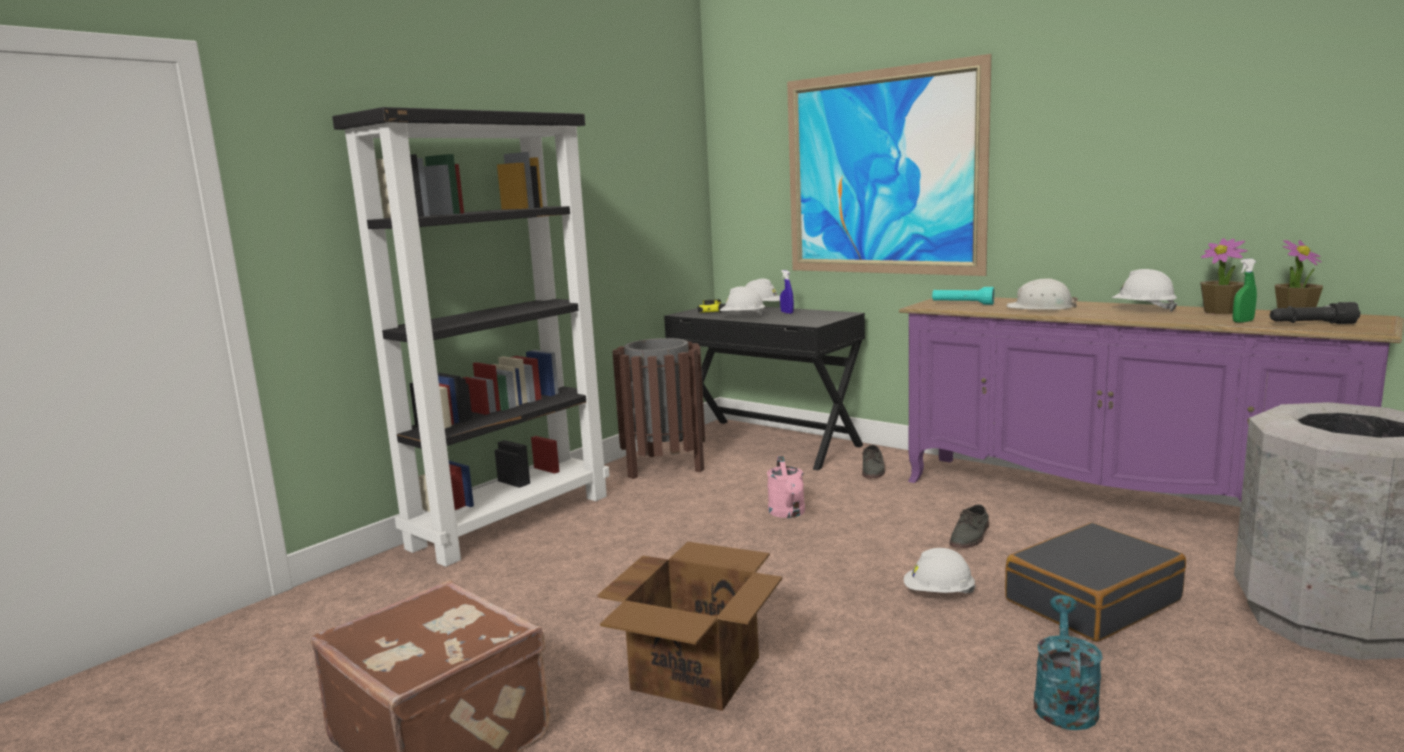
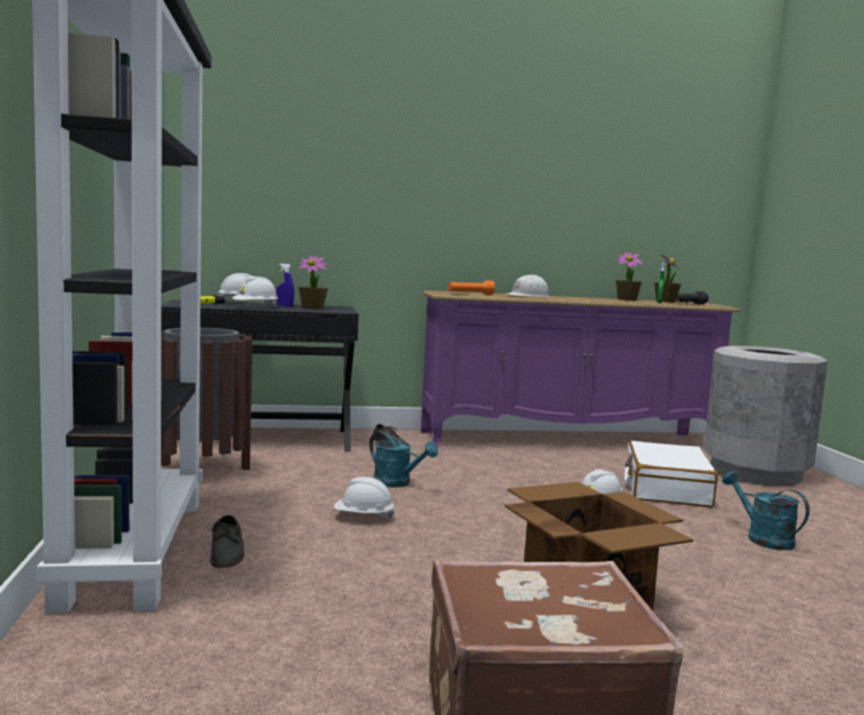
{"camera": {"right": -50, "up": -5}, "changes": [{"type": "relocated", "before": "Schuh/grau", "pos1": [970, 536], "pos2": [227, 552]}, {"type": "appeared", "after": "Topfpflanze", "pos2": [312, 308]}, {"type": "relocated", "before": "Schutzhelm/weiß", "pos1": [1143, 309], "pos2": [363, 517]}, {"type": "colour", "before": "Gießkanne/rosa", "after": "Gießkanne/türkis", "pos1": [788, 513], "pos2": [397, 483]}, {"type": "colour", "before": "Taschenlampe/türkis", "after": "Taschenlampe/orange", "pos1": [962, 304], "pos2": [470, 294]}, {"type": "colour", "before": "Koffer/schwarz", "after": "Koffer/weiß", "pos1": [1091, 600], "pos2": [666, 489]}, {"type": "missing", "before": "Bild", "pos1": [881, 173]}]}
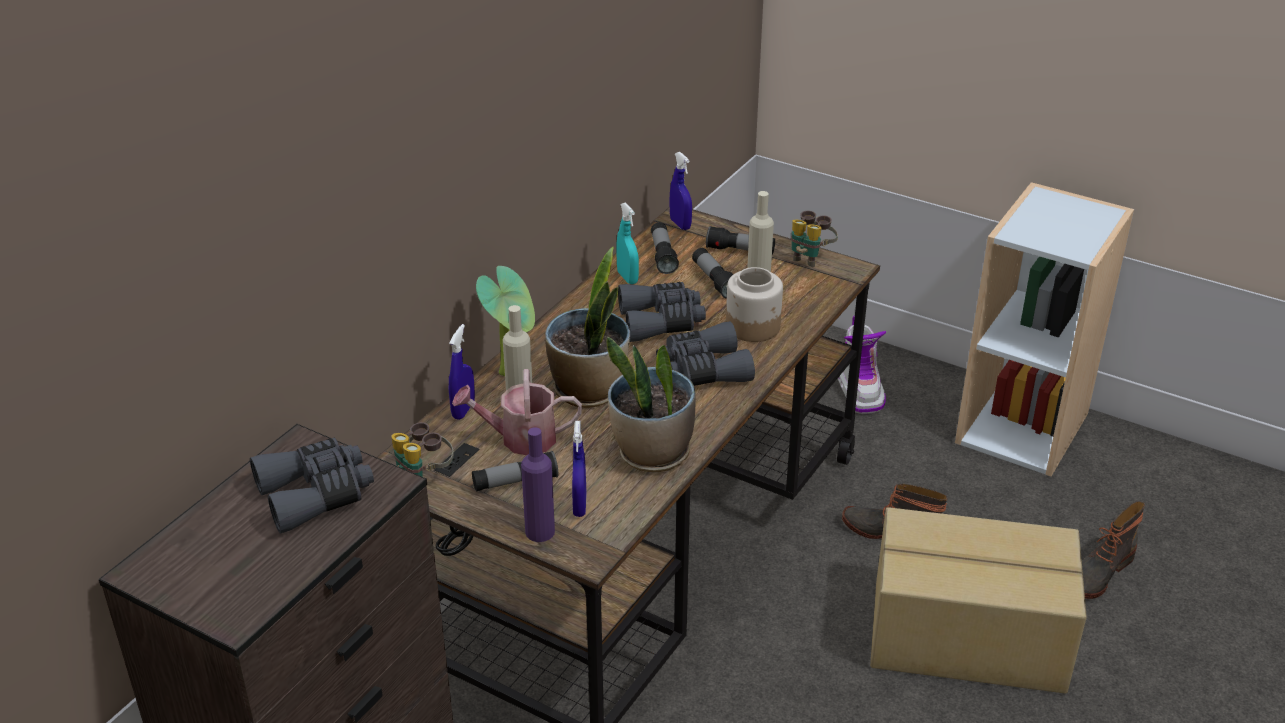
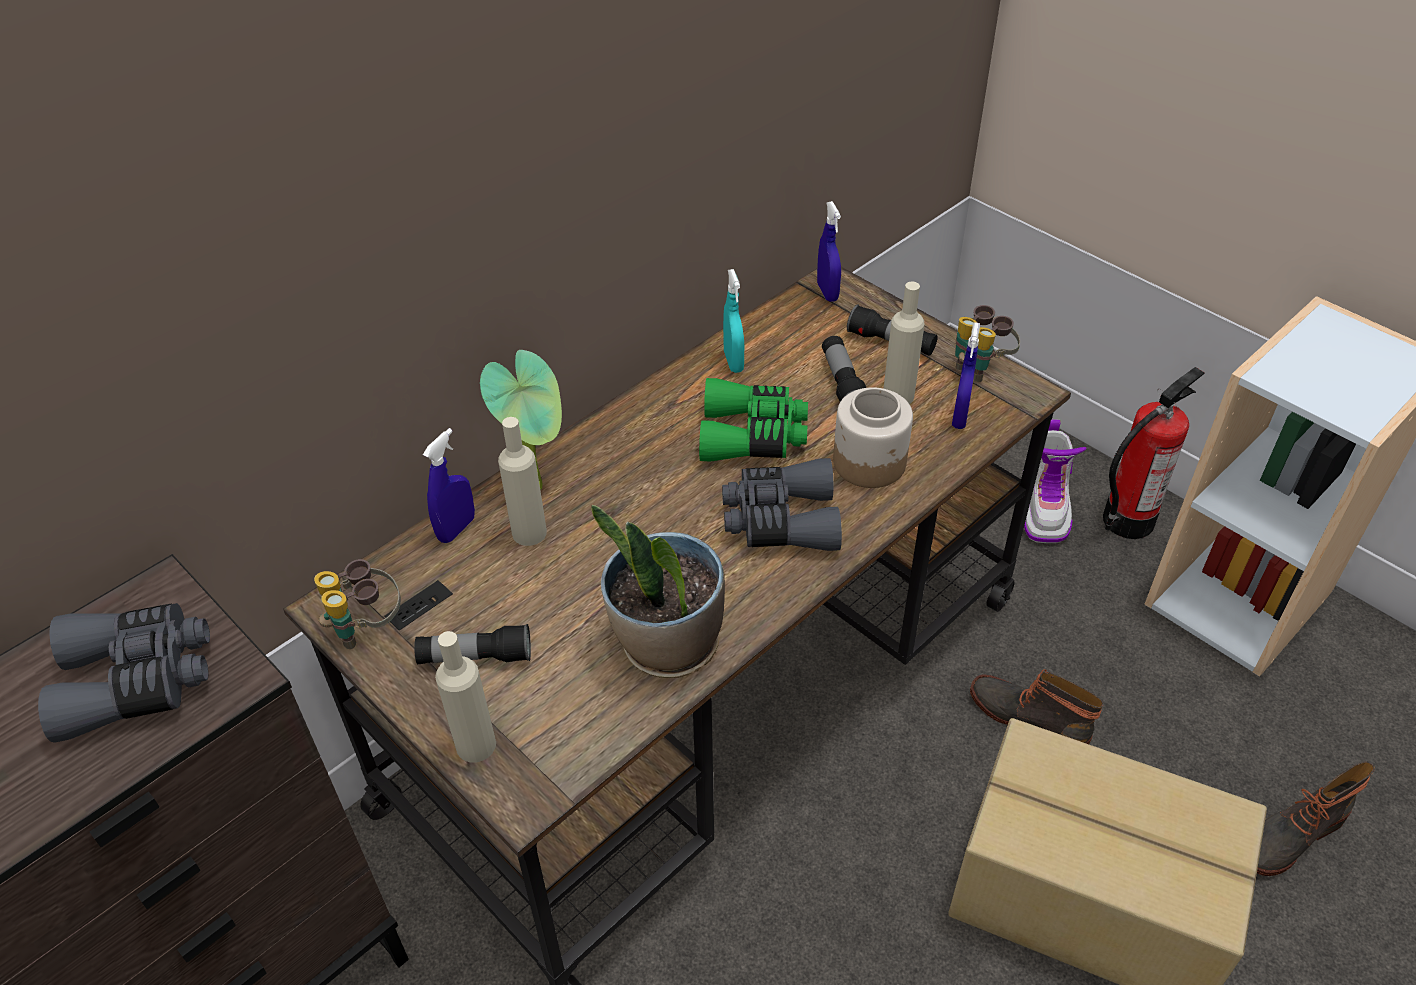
{"camera": {"right": 15, "up": 10}, "changes": [{"type": "colour", "before": "Flasche/lila", "after": "Flasche/beige", "pos1": [540, 531], "pos2": [476, 745]}, {"type": "colour", "before": "Fernglas/grau", "after": "Fernglas/grün", "pos1": [661, 321], "pos2": [753, 435]}, {"type": "relocated", "before": "Sprühflasche/blau", "pos1": [579, 506], "pos2": [960, 417]}, {"type": "appeared", "after": "Feuerlöscher", "pos2": [1127, 520]}, {"type": "missing", "before": "Gießkanne", "pos1": [520, 438]}, {"type": "missing", "before": "Topfpflanze", "pos1": [589, 390]}, {"type": "missing", "before": "Taschenlampe", "pos1": [663, 256]}]}
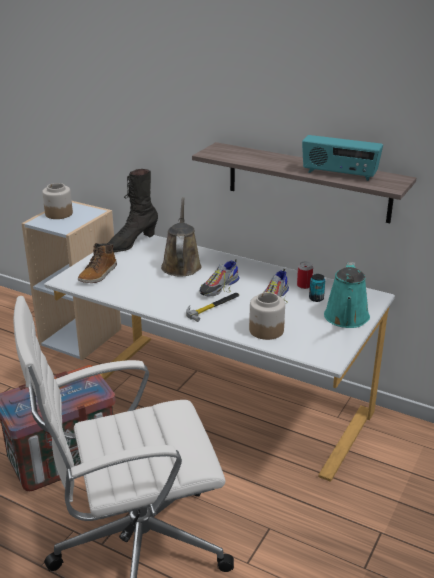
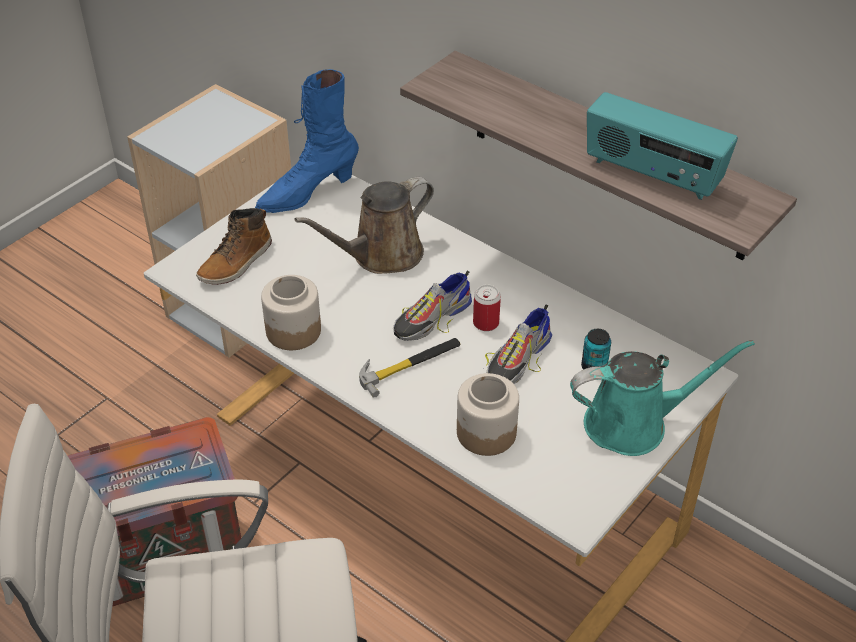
{"camera": {"right": 10, "up": 15}, "changes": [{"type": "colour", "before": "Stiefel/schwarz", "after": "Stiefel/blau", "pos1": [131, 243], "pos2": [307, 193]}, {"type": "relocated", "before": "Vorratsglas", "pos1": [58, 213], "pos2": [293, 330]}, {"type": "spun", "before": "Gießkanne/braun", "pos1": [181, 265], "pos2": [381, 255], "turn": -135}, {"type": "relocated", "before": "Dose", "pos1": [304, 285], "pos2": [486, 323]}, {"type": "spun", "before": "Gießkanne/türkis", "pos1": [346, 319], "pos2": [634, 424], "turn": -120}]}
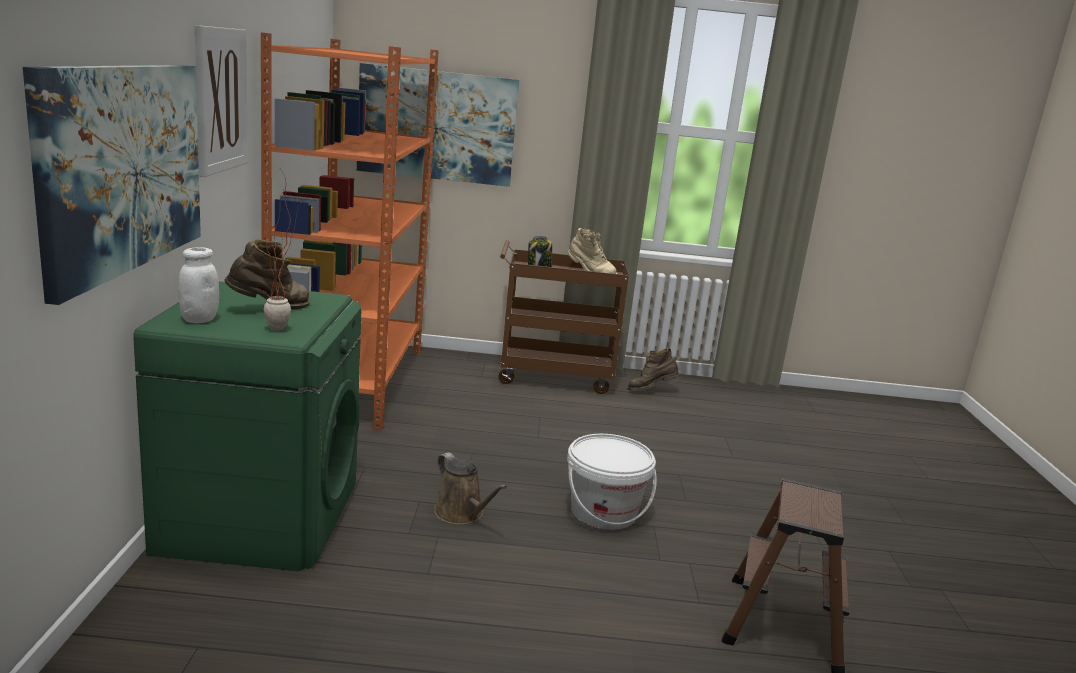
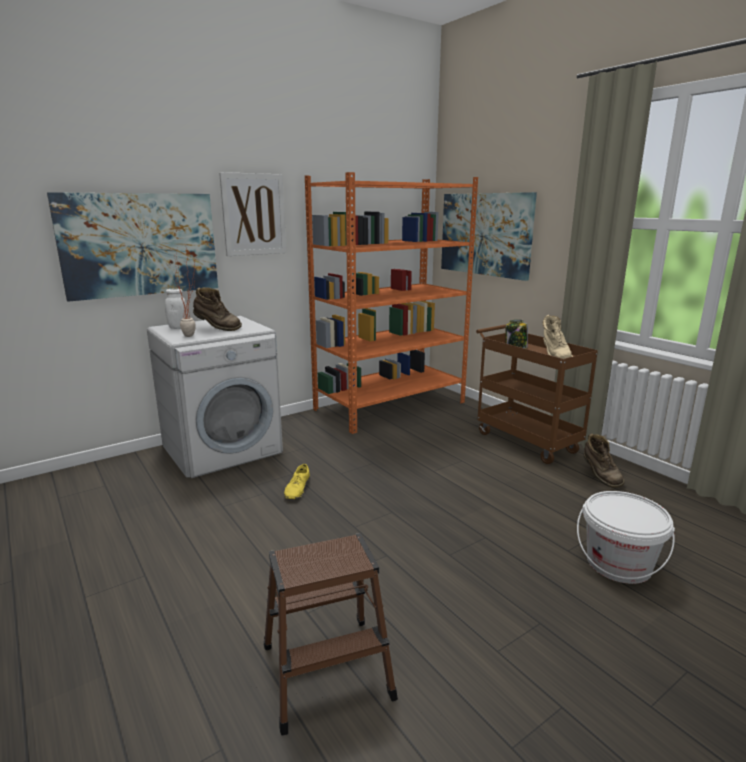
{"camera": {"right": 55, "up": 0}, "changes": [{"type": "colour", "before": "Waschmaschine/grün", "after": "Waschmaschine/weiß", "pos1": [264, 515], "pos2": [225, 449]}, {"type": "exchanged", "before": "Gießkanne/braun", "after": "Schuh/gelb", "pos1": [462, 514], "pos2": [297, 489]}, {"type": "relocated", "before": "Eimer/weiß", "pos1": [604, 512], "pos2": [618, 564]}, {"type": "spun", "before": "Stiefel/braun", "pos1": [651, 391], "pos2": [599, 477], "turn": -150}]}
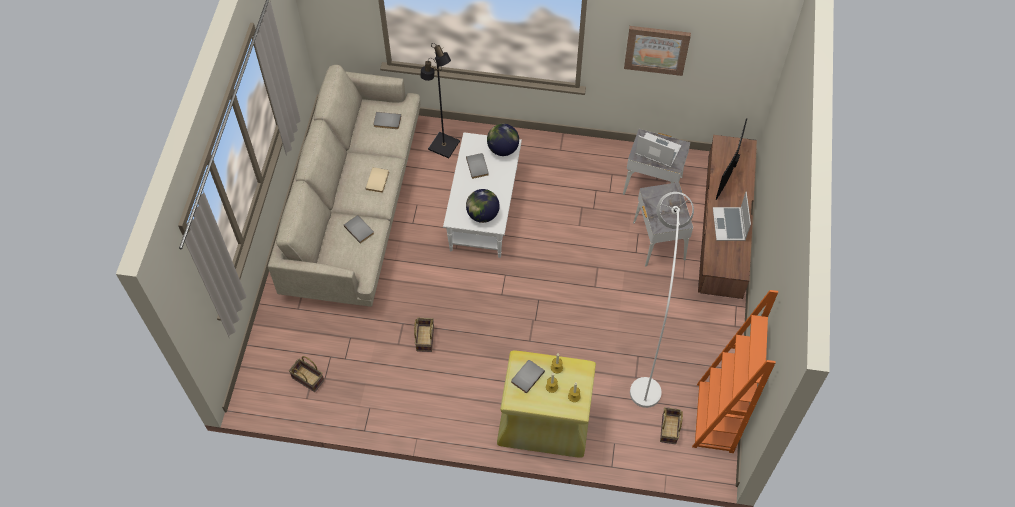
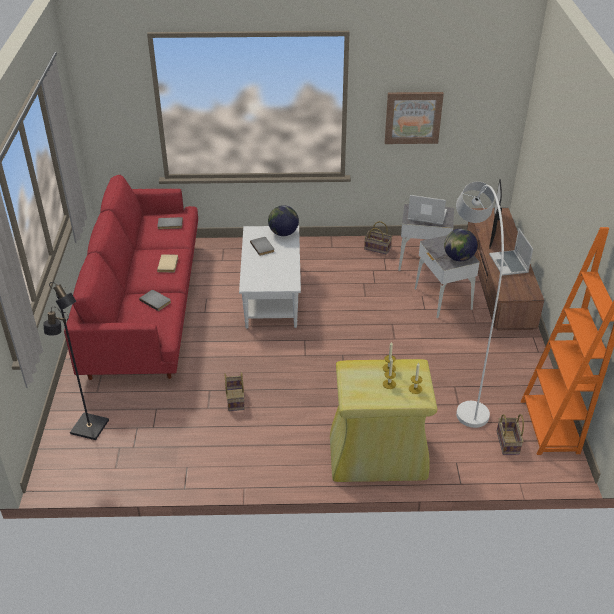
{"camera": {"right": -10, "up": -20}, "changes": [{"type": "relocated", "before": "Stehlampe/schwarz", "pos1": [444, 145], "pos2": [89, 427]}, {"type": "colour", "before": "Sofa/beige", "after": "Sofa/rot", "pos1": [354, 209], "pos2": [145, 308]}, {"type": "relocated", "before": "Korb", "pos1": [309, 379], "pos2": [378, 248]}, {"type": "relocated", "before": "Globus", "pos1": [482, 214], "pos2": [458, 258]}, {"type": "missing", "before": "Buch/grau", "pos1": [526, 376]}]}
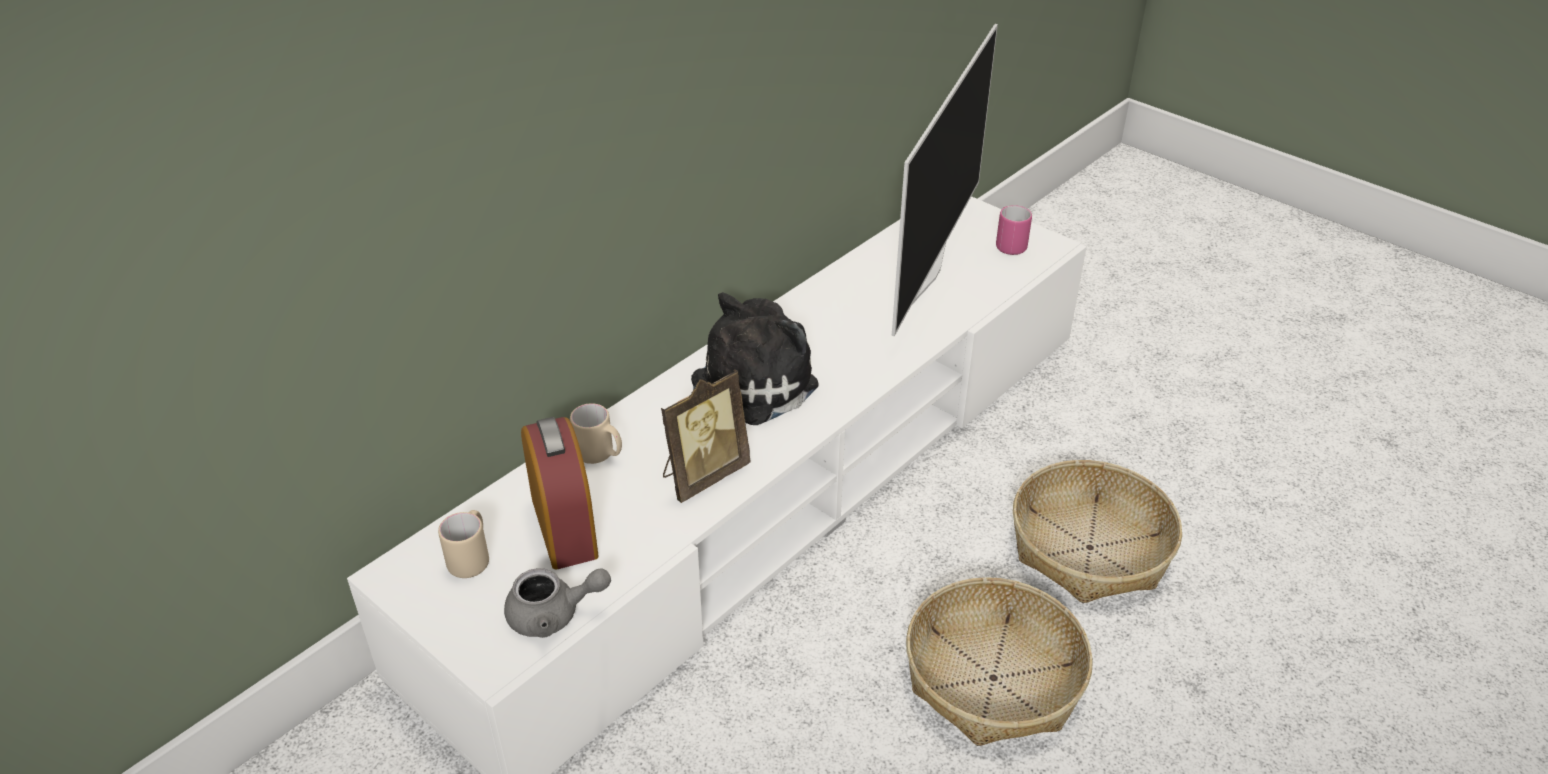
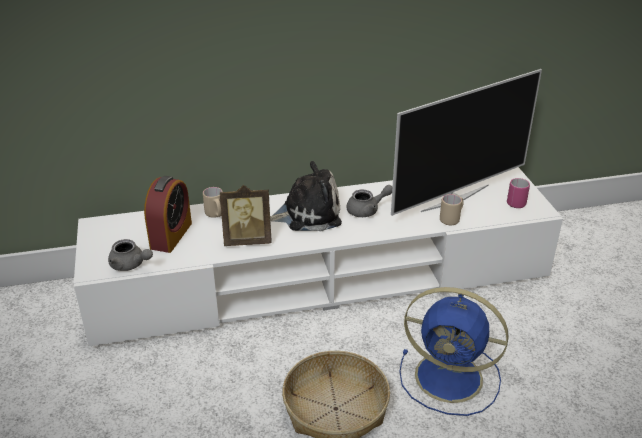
{"camera": {"right": 35, "up": -5}, "changes": [{"type": "appeared", "after": "Teekanne/grau", "pos2": [367, 210]}, {"type": "exchanged", "before": "Korb", "after": "Ventilator/blau", "pos1": [1089, 547], "pos2": [451, 378]}, {"type": "relocated", "before": "Henkelbecher/beige", "pos1": [472, 558], "pos2": [451, 219]}]}
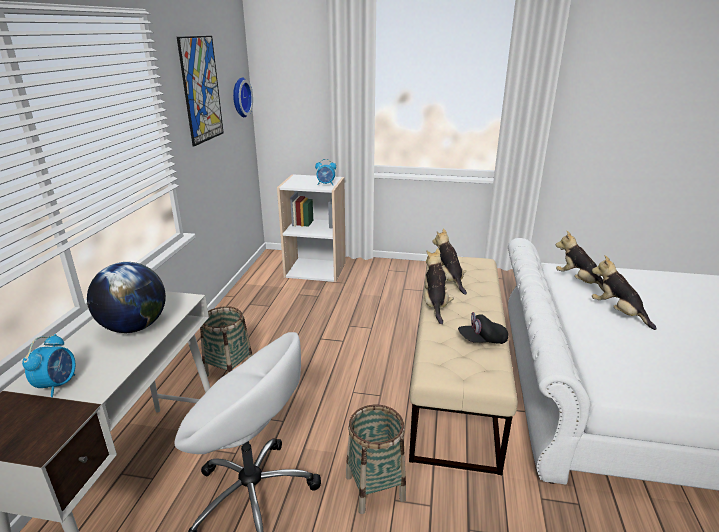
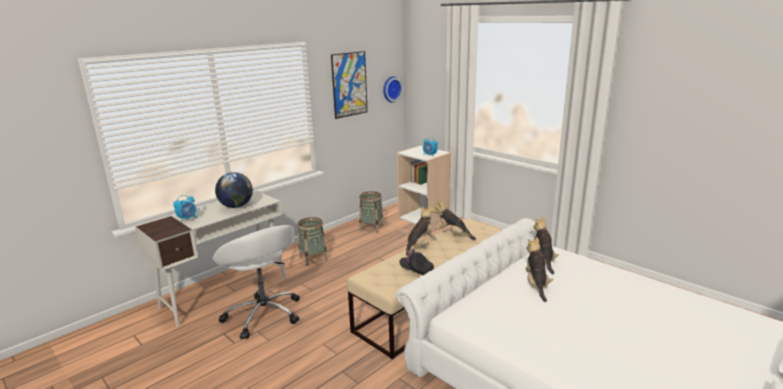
{"camera": {"right": 35, "up": -5}, "changes": [{"type": "relocated", "before": "Korb", "pos1": [375, 488], "pos2": [371, 228]}, {"type": "spun", "before": "Plüschtier", "pos1": [448, 279], "pos2": [452, 235], "turn": -75}]}
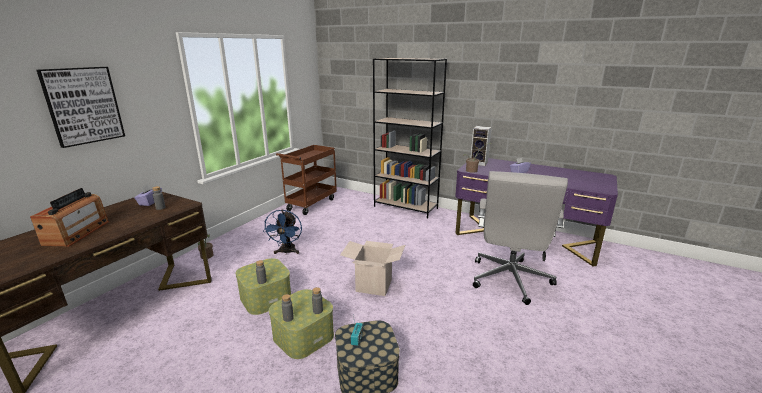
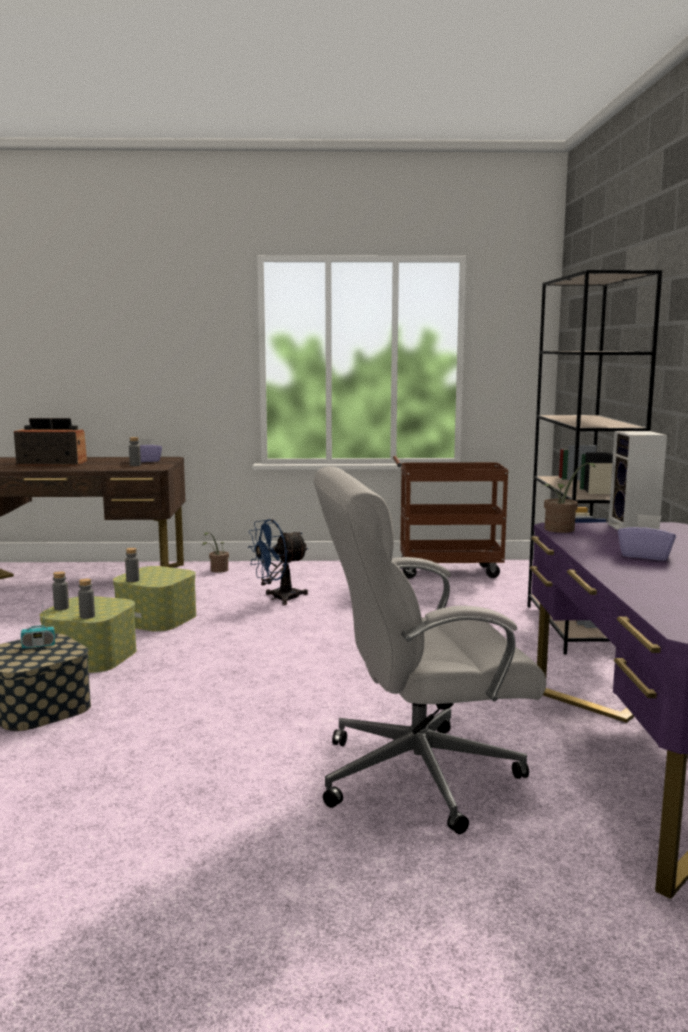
{"camera": {"right": 60, "up": -10}, "changes": [{"type": "spun", "before": "Radio", "pos1": [77, 233], "pos2": [52, 463], "turn": -150}, {"type": "missing", "before": "Bild", "pos1": [83, 105]}, {"type": "missing", "before": "Karton", "pos1": [374, 285]}]}
